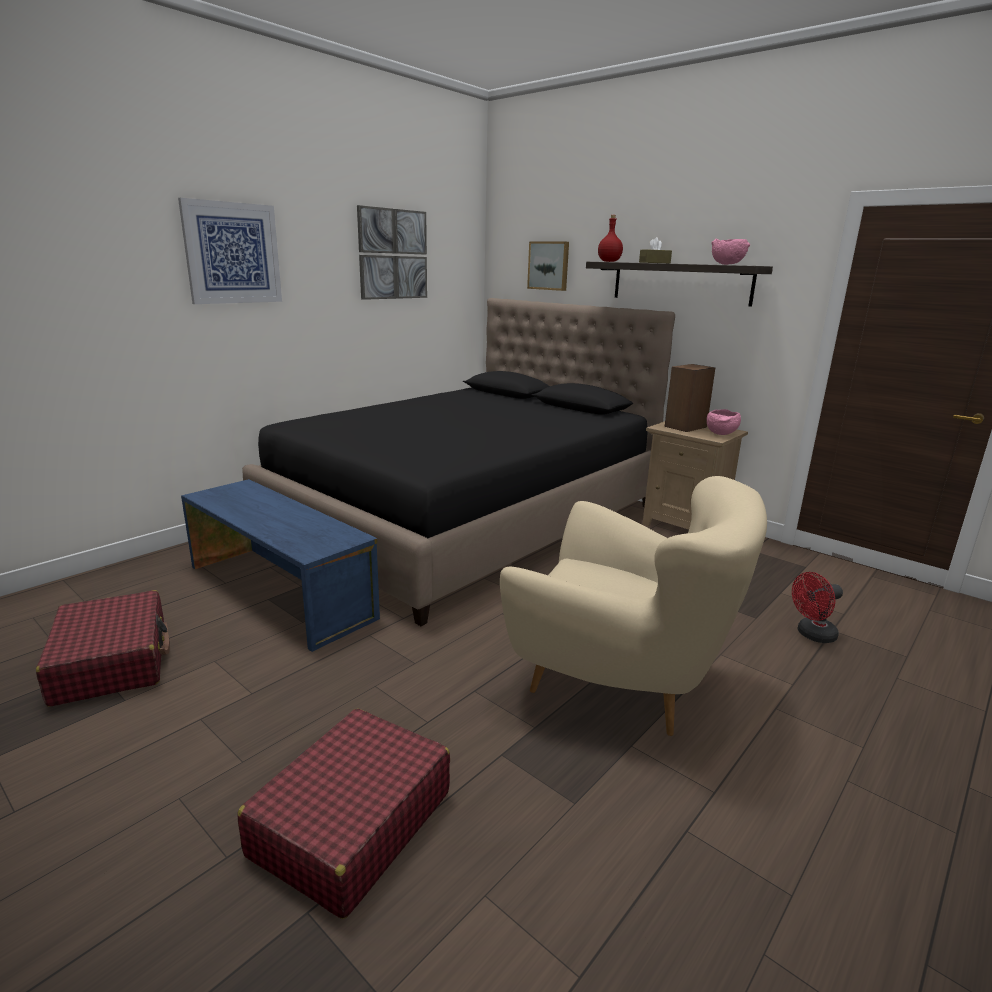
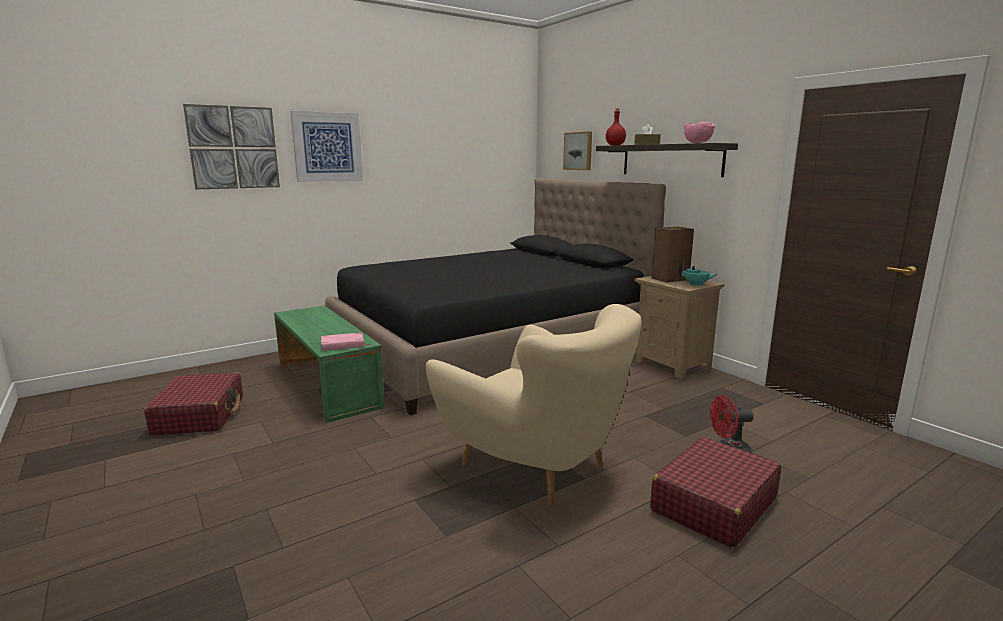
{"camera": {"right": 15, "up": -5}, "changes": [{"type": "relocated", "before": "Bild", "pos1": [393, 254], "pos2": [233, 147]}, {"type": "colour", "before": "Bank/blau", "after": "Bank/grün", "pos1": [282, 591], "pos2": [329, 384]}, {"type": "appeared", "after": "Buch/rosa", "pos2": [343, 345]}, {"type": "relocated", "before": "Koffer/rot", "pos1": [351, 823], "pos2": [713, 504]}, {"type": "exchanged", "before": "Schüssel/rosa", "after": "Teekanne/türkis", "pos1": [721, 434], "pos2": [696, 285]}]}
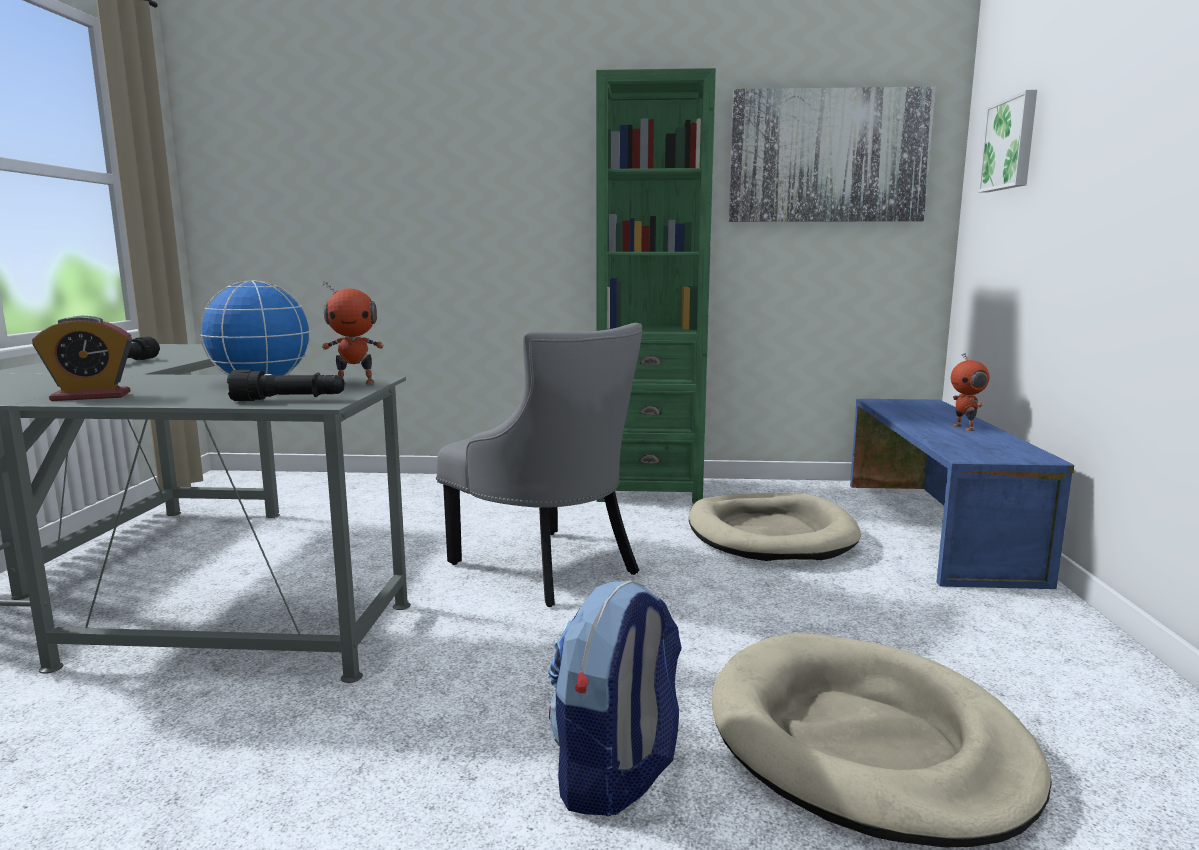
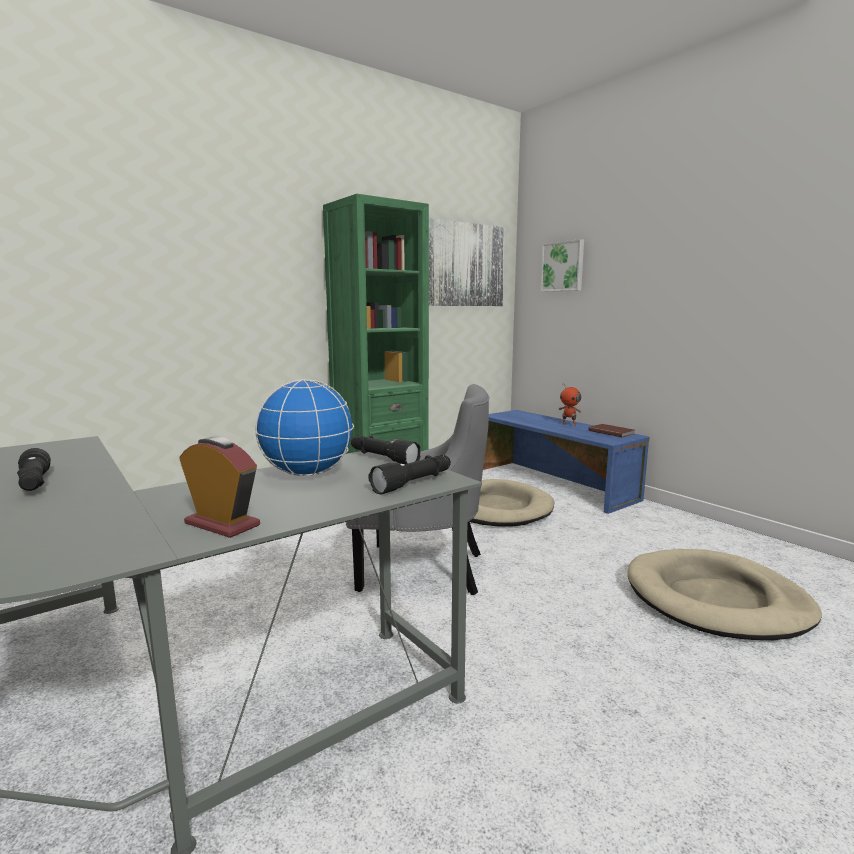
{"camera": {"right": -40, "up": 0}, "changes": [{"type": "spun", "before": "Wecker", "pos1": [91, 396], "pos2": [222, 524], "turn": -90}, {"type": "exchanged", "before": "Spielzeugroboter", "after": "Taschenlampe/schwarz", "pos1": [355, 383], "pos2": [382, 458]}, {"type": "appeared", "after": "Buch/braun", "pos2": [611, 432]}, {"type": "missing", "before": "Rucksack", "pos1": [616, 775]}]}
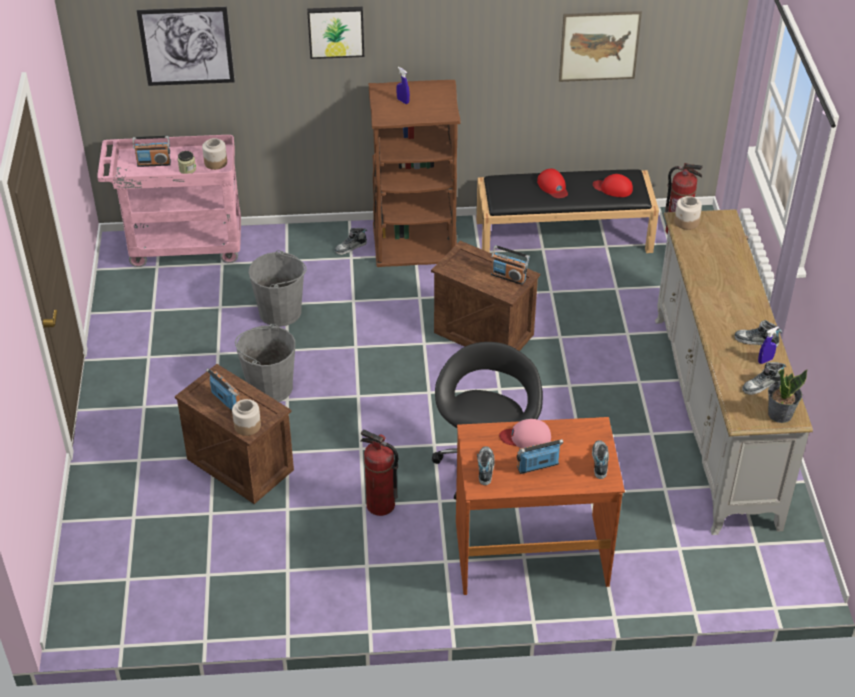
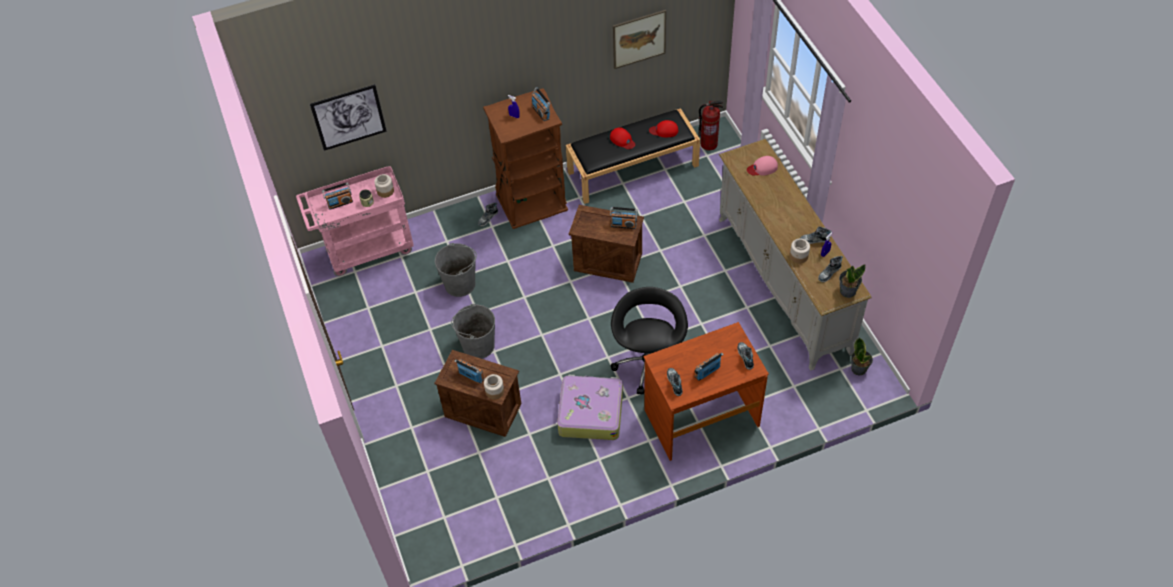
{"camera": {"right": -15, "up": 10}, "changes": [{"type": "appeared", "after": "Radio", "pos2": [541, 112]}, {"type": "exchanged", "before": "Feuerlöscher", "after": "Koffer", "pos1": [380, 505], "pos2": [590, 412]}, {"type": "relocated", "before": "Kappe/rosa", "pos1": [526, 437], "pos2": [762, 168]}, {"type": "relocated", "before": "Vorratsglas", "pos1": [686, 222], "pos2": [799, 256]}, {"type": "appeared", "after": "Topfpflanze", "pos2": [859, 369]}, {"type": "missing", "before": "Bild", "pos1": [336, 31]}]}
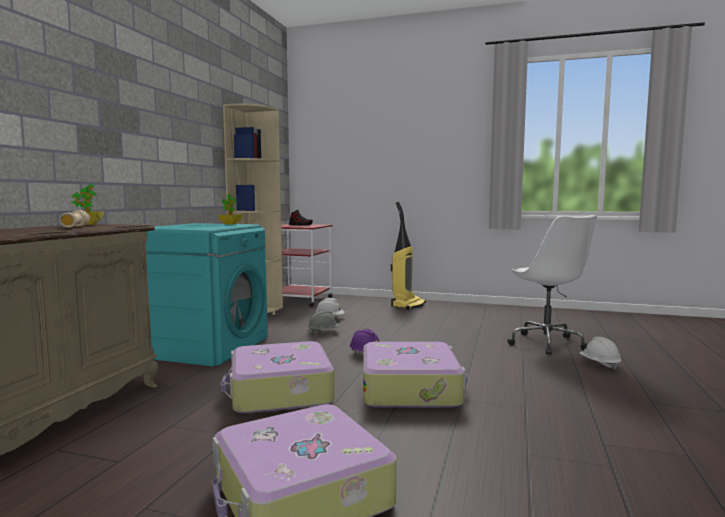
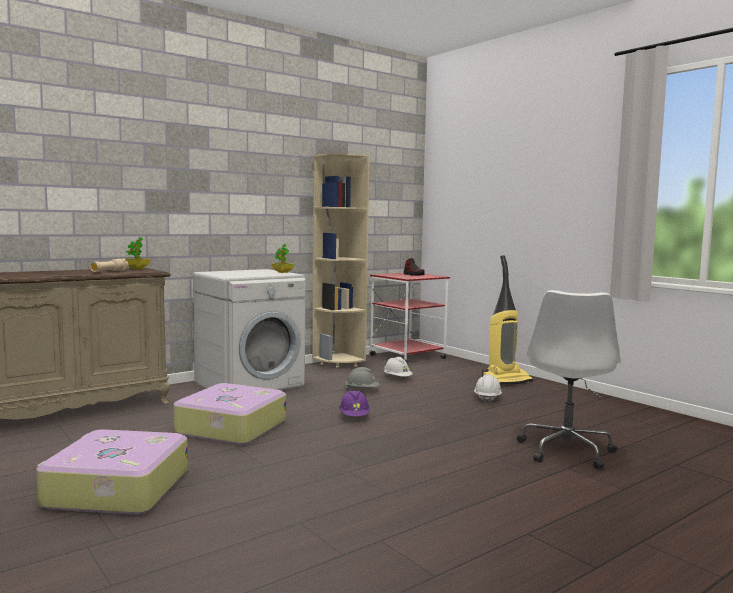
{"camera": {"right": 35, "up": 0}, "changes": [{"type": "colour", "before": "Waschmaschine/türkis", "after": "Waschmaschine/weiß", "pos1": [210, 347], "pos2": [252, 383]}, {"type": "relocated", "before": "Schutzhelm/weiß", "pos1": [599, 364], "pos2": [487, 398]}, {"type": "missing", "before": "Koffer", "pos1": [411, 389]}]}
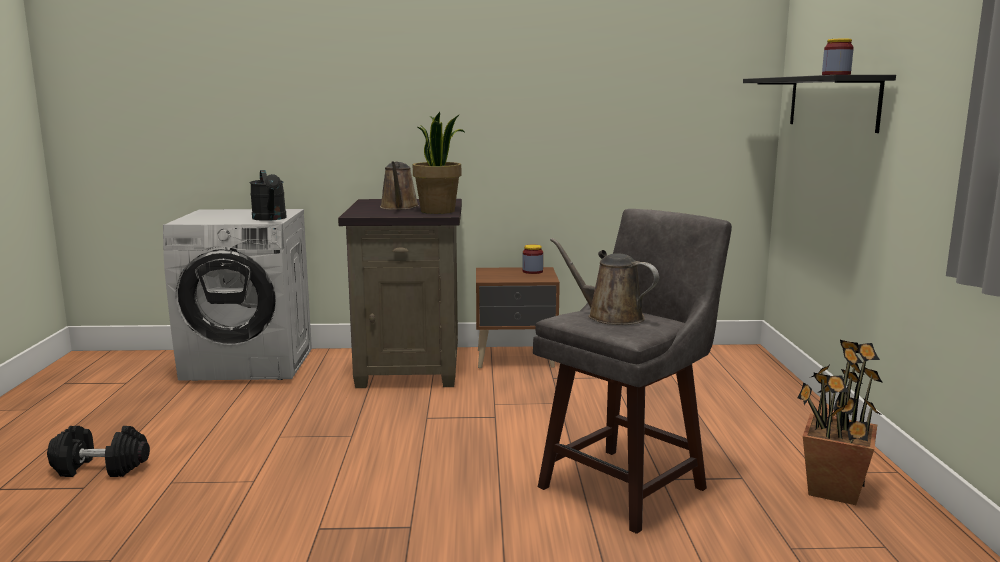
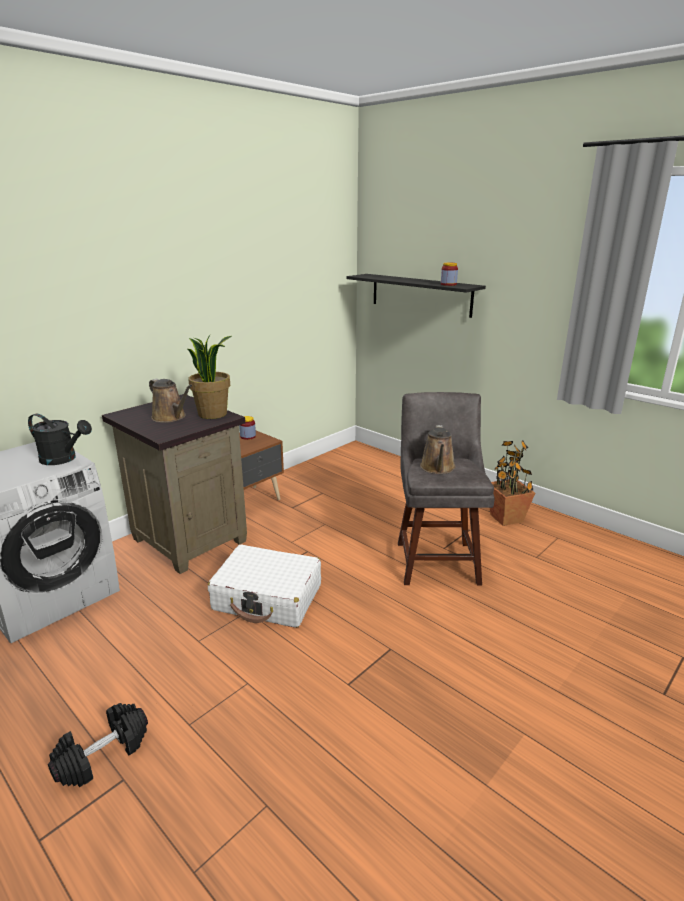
{"camera": {"right": -45, "up": 10}, "changes": [{"type": "appeared", "after": "Koffer/weiß", "pos2": [268, 597]}, {"type": "spun", "before": "Gießkanne/braun", "pos1": [610, 316], "pos2": [438, 468], "turn": -75}]}
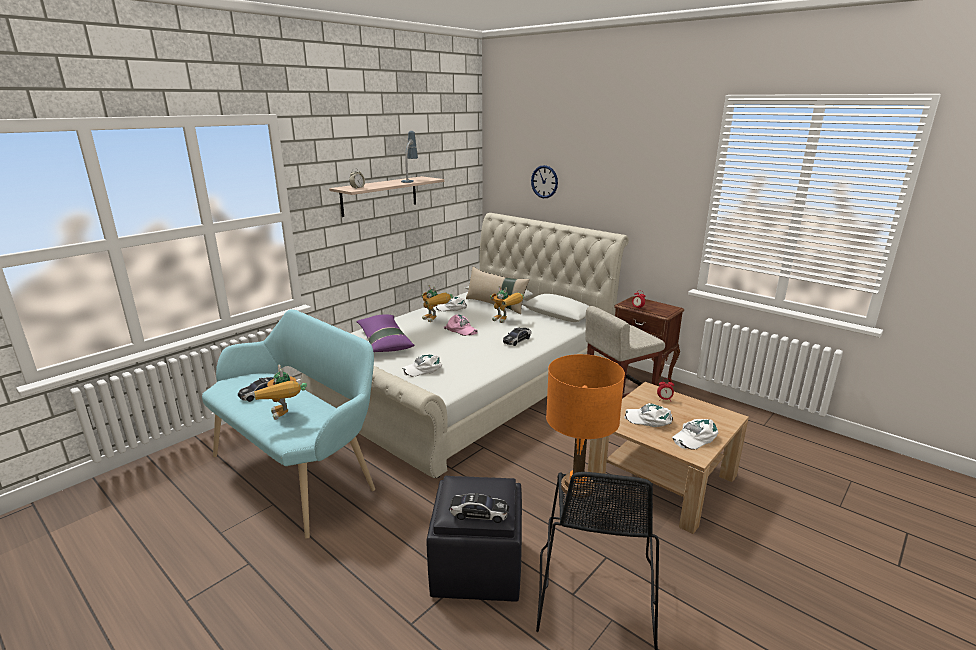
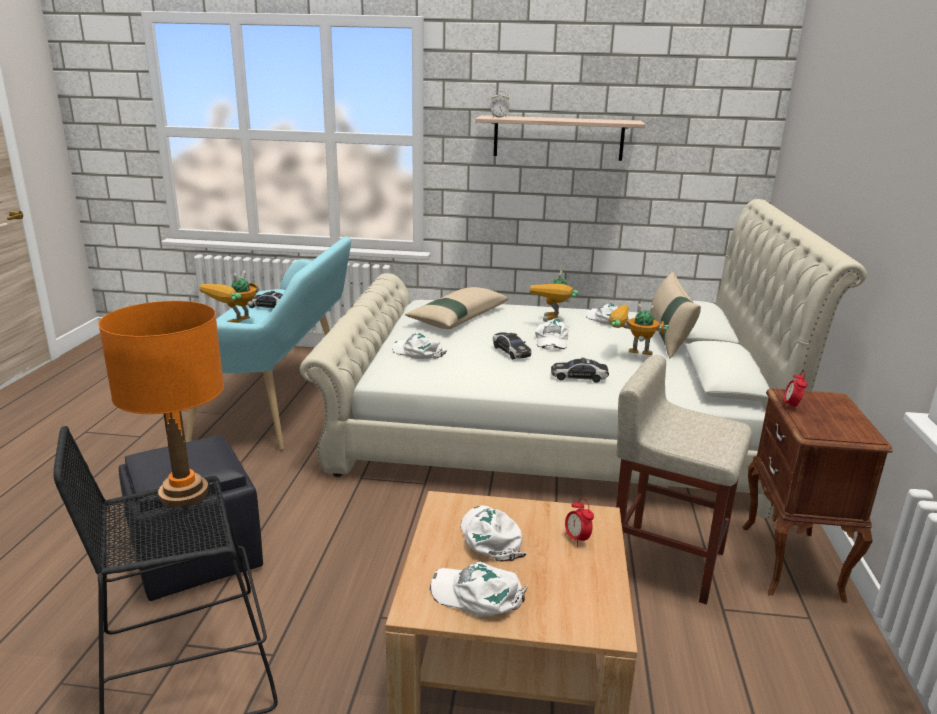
{"camera": {"right": 55, "up": 0}, "changes": [{"type": "colour", "before": "Kissen/lila", "after": "Kissen/beige", "pos1": [384, 341], "pos2": [457, 317]}, {"type": "relocated", "before": "Spielzeugauto", "pos1": [479, 513], "pos2": [511, 351]}, {"type": "colour", "before": "Kappe/rosa", "after": "Kappe/weiß", "pos1": [461, 330], "pos2": [551, 340]}, {"type": "spun", "before": "Spielzeugroboter", "pos1": [506, 320], "pos2": [629, 356], "turn": 105}, {"type": "missing", "before": "Tischlampe", "pos1": [410, 180]}, {"type": "missing", "before": "Wanduhr", "pos1": [544, 181]}]}
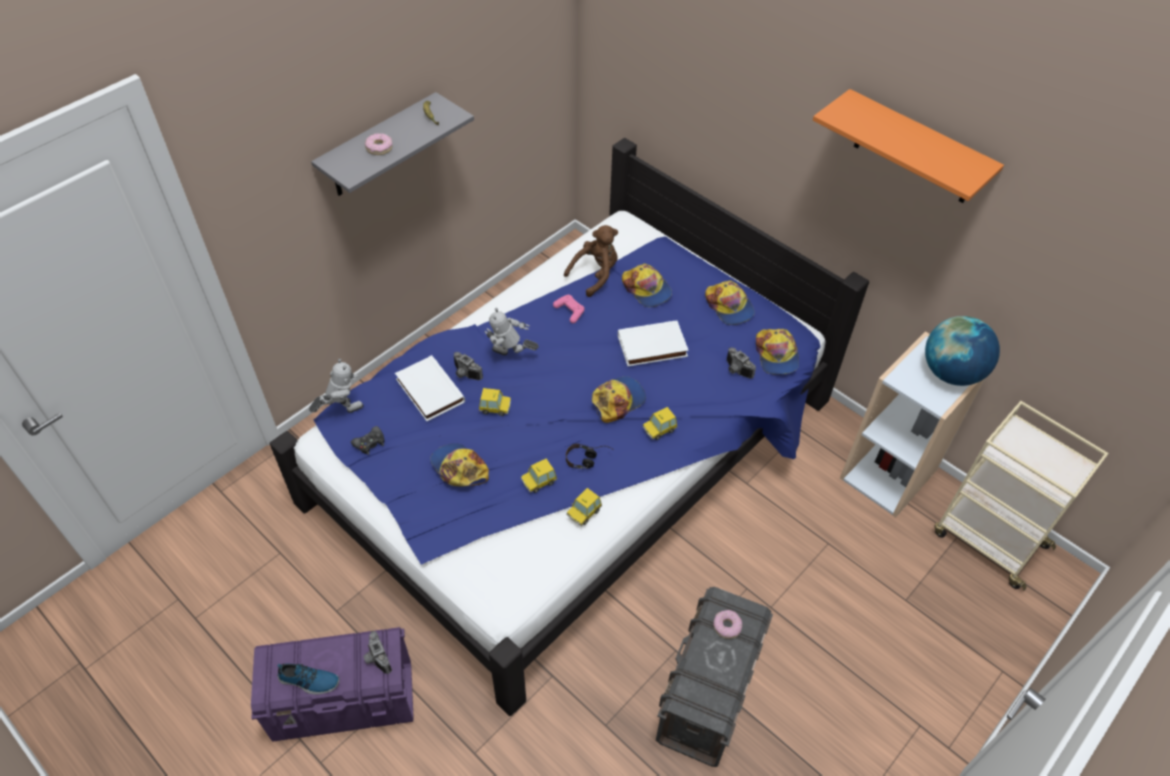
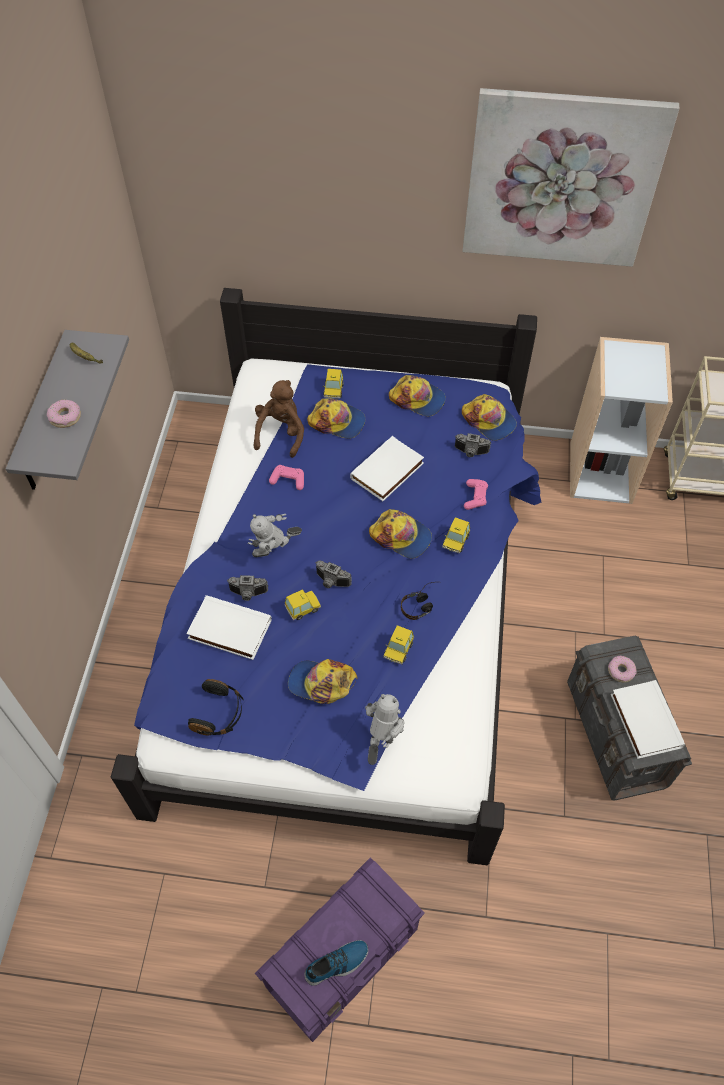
{"camera": {"right": -35, "up": 5}, "changes": [{"type": "exchanged", "before": "Gamepad/schwarz", "after": "Kopfhörer/schwarz", "pos1": [370, 443], "pos2": [219, 713]}, {"type": "relocated", "before": "Kamera", "pos1": [375, 659], "pos2": [331, 582]}, {"type": "relocated", "before": "Spielzeugauto", "pos1": [584, 512], "pos2": [333, 390]}, {"type": "relocated", "before": "Spielzeugroboter", "pos1": [341, 410], "pos2": [382, 742]}, {"type": "spun", "before": "Kappe", "pos1": [617, 400], "pos2": [401, 537], "turn": 105}, {"type": "exchanged", "before": "Wandregal/orange", "after": "Bild", "pos1": [915, 149], "pos2": [561, 180]}, {"type": "appeared", "after": "Gamepad/rosa", "pos2": [475, 497]}, {"type": "appeared", "after": "Buch/weiß", "pos2": [643, 721]}, {"type": "missing", "before": "Globus", "pos1": [951, 373]}]}
